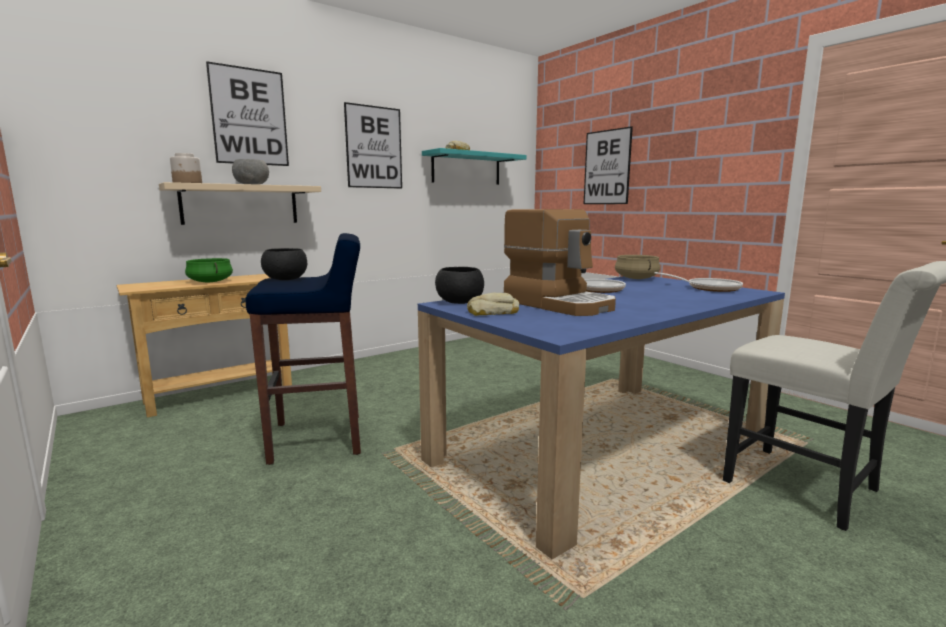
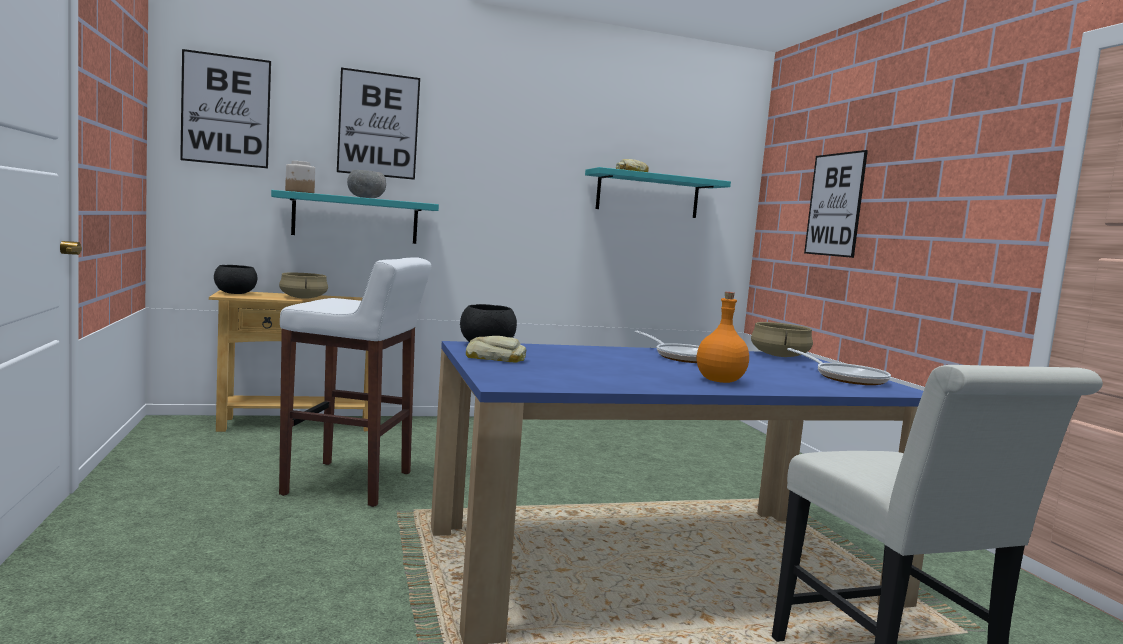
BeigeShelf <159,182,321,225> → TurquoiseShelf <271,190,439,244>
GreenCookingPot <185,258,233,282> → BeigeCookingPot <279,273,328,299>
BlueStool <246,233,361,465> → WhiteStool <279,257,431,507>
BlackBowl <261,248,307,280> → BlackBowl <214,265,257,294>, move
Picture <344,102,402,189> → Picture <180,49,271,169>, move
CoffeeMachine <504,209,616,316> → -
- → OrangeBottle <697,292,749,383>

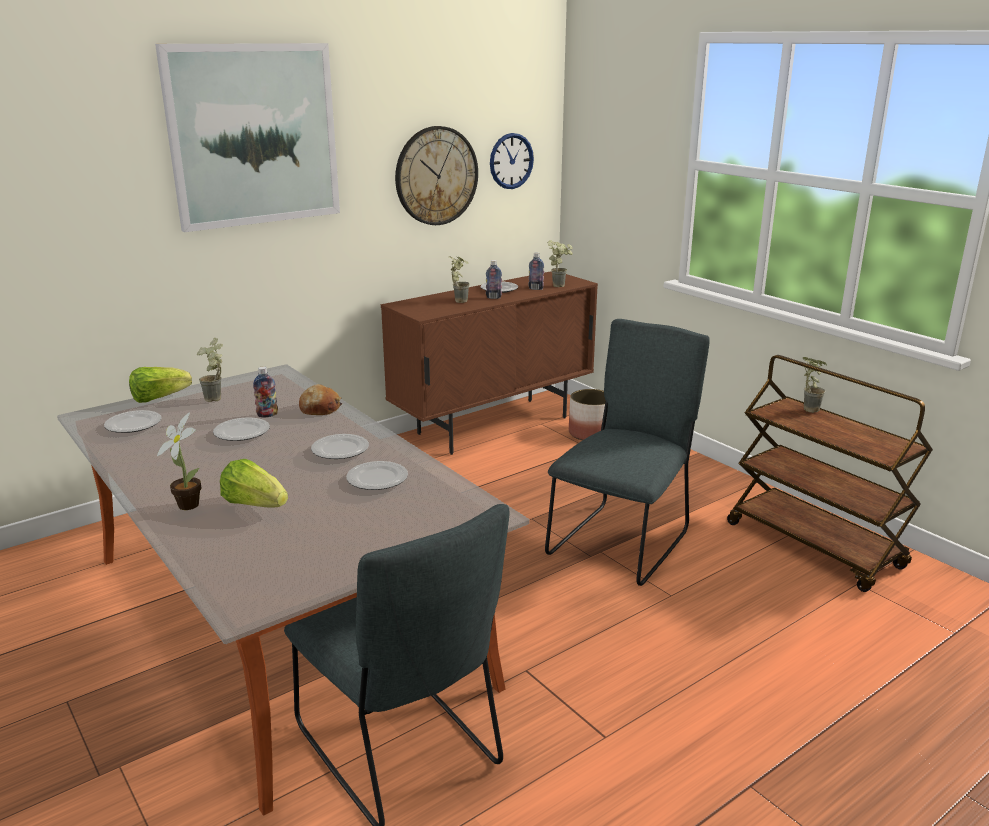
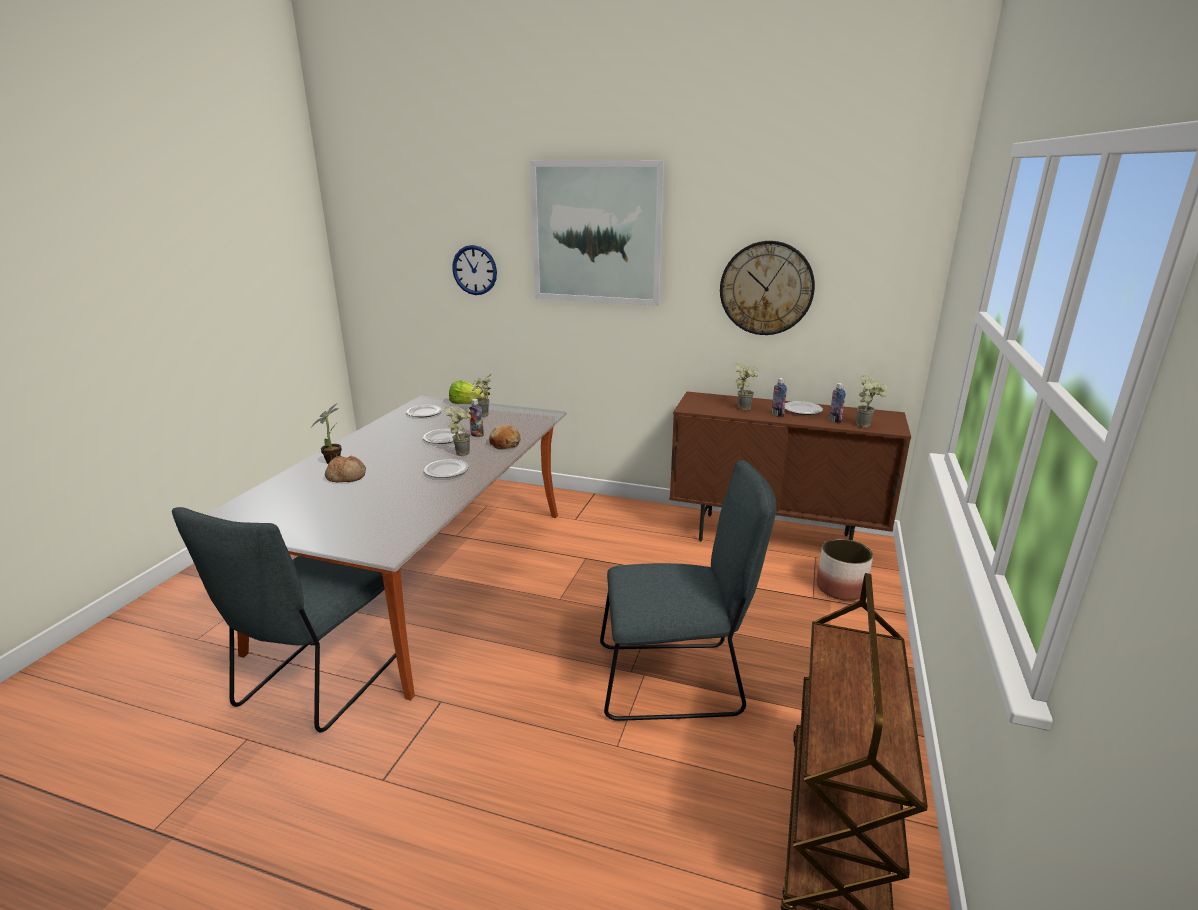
Lettuce <220,459,288,508> → Bread <325,456,366,482>
Plate <346,461,408,490> → -
WallClock <490,133,534,189> → WallClock <452,245,497,295>, move
PottedPlant <803,357,827,413> → PottedPlant <445,407,472,456>, move

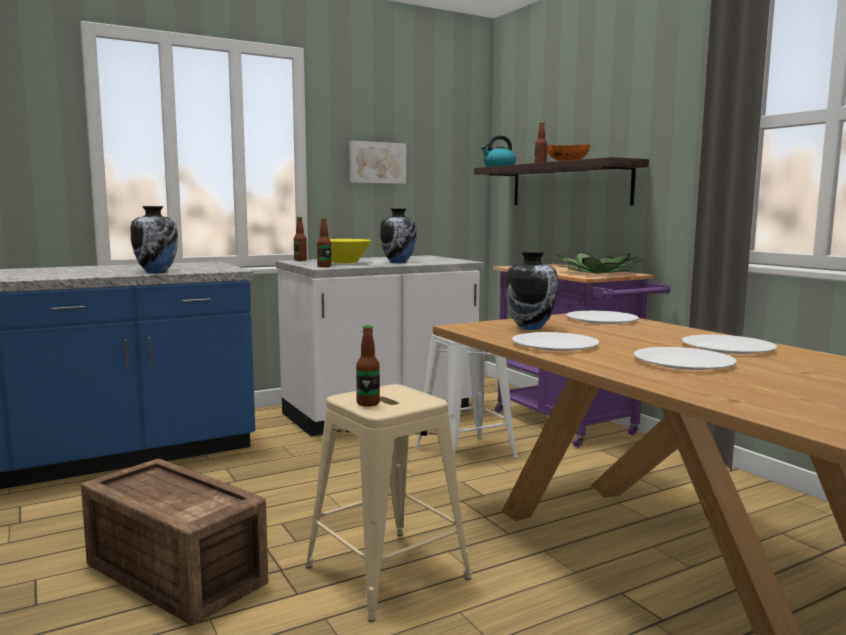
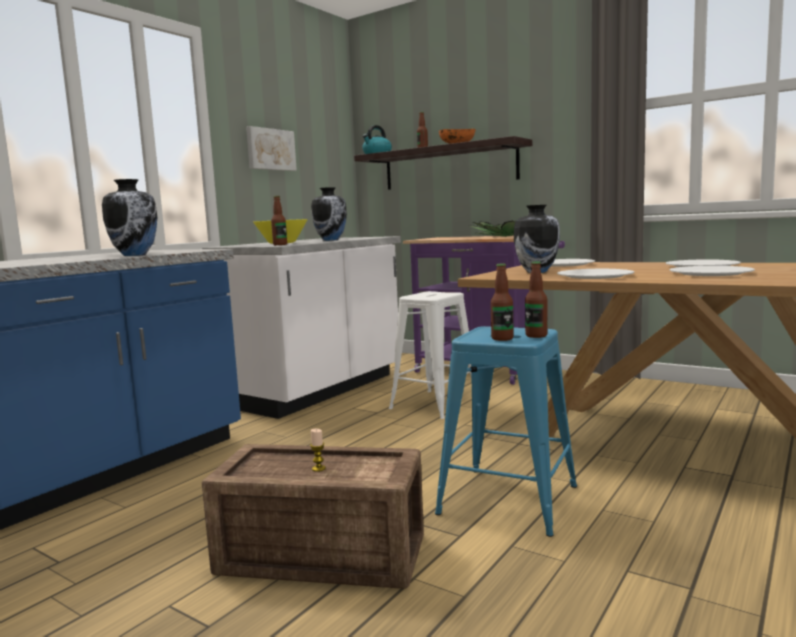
Bottle <294,217,307,261> → Bottle <525,261,548,338>, move
BeigeStool <306,384,472,622> → BlueStool <435,326,577,537>
- → Candle <310,429,326,472>

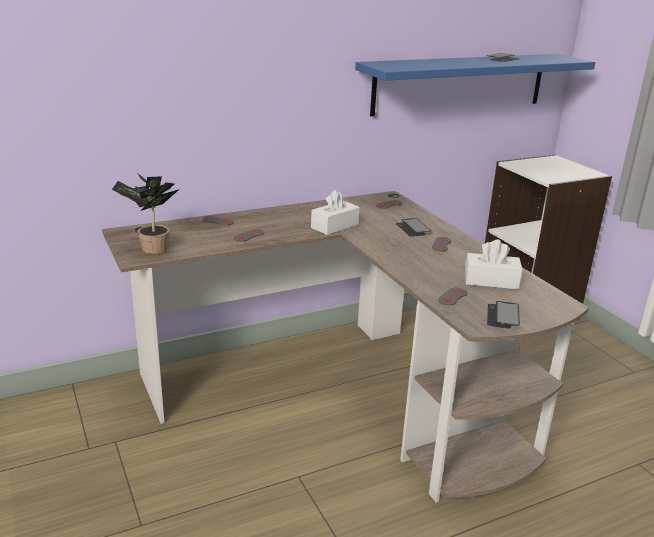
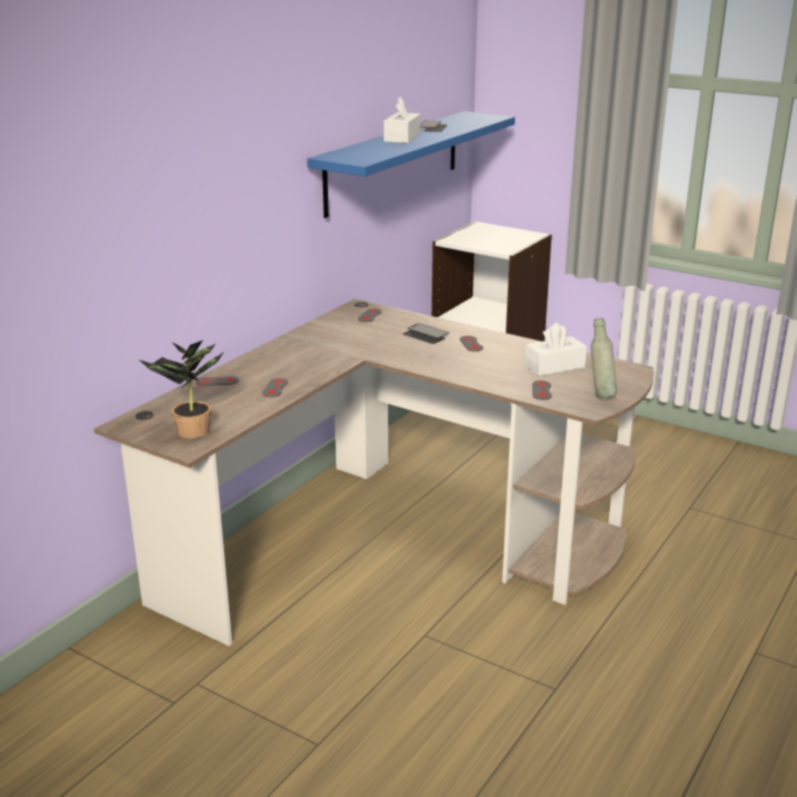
WhiteTissueBox <311,190,359,235> → WhiteTissueBox <384,96,420,143>, move
Phone <487,301,520,329> → GreyBottle <591,318,617,398>

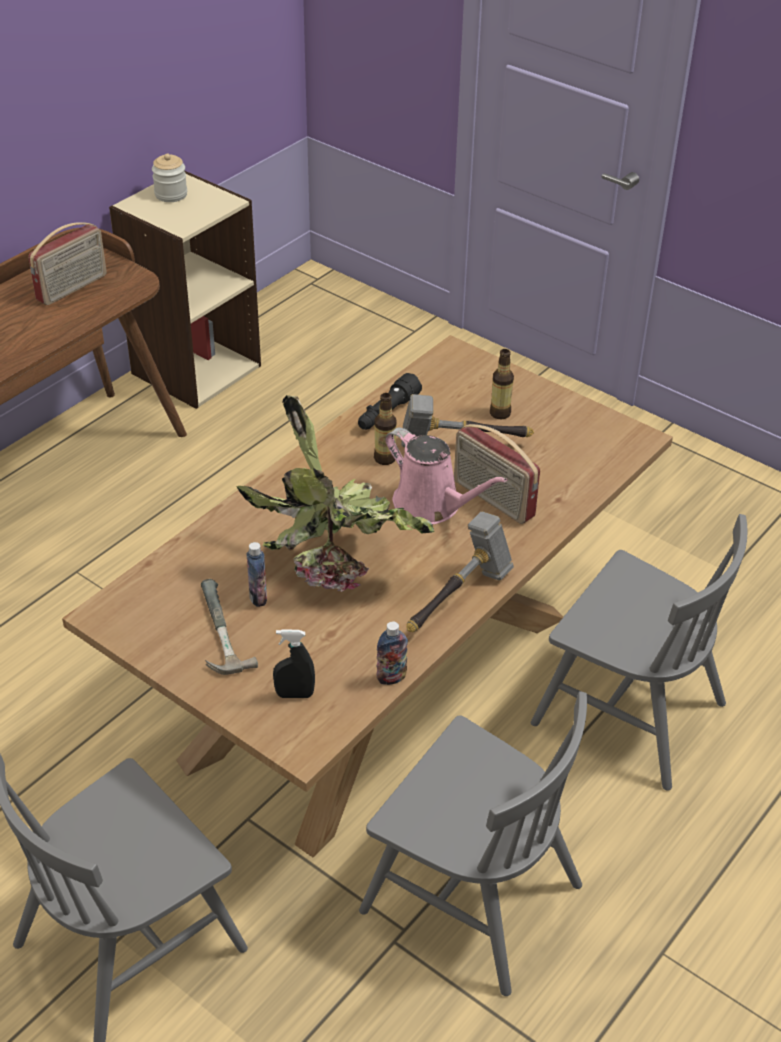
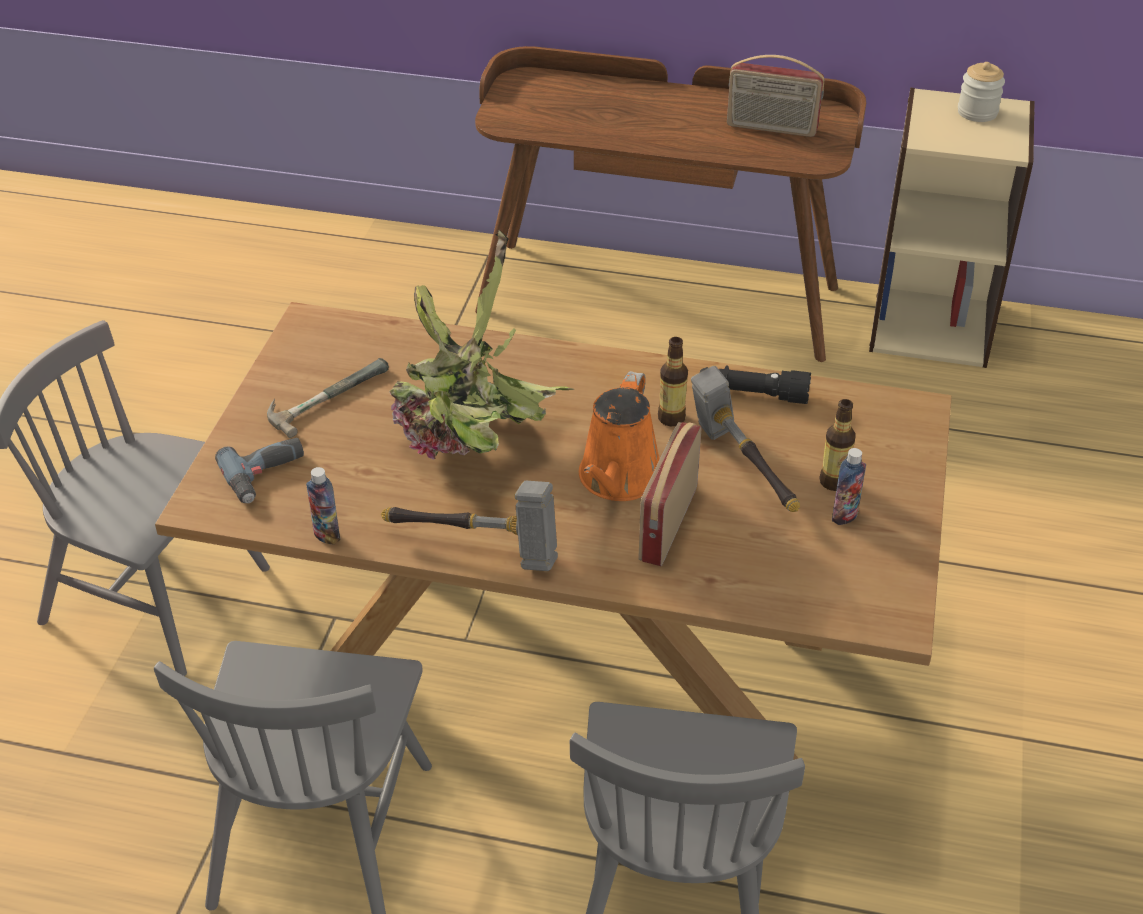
Bottle <247,542,267,607> → Bottle <832,448,866,525>, move
BlackSprayBottle <273,630,315,698> → PowerDrill <215,438,304,503>
PinkWateringCan <385,427,507,524> → OrangeWateringCan <579,371,660,501>

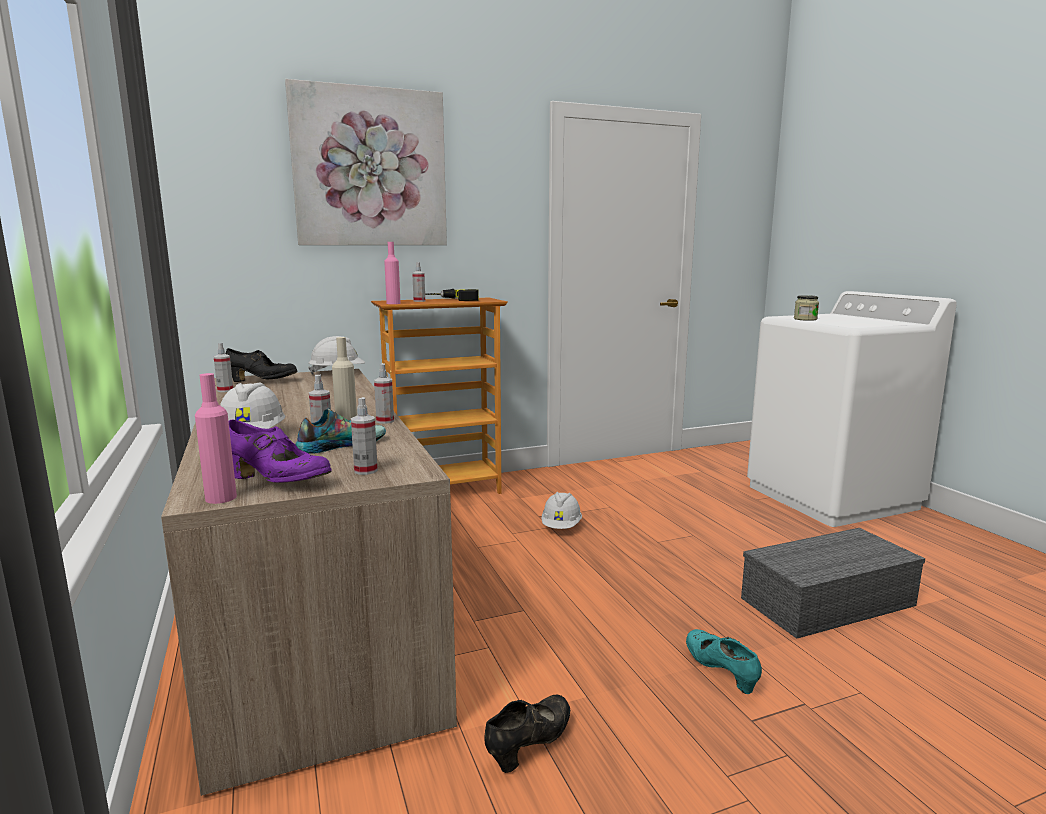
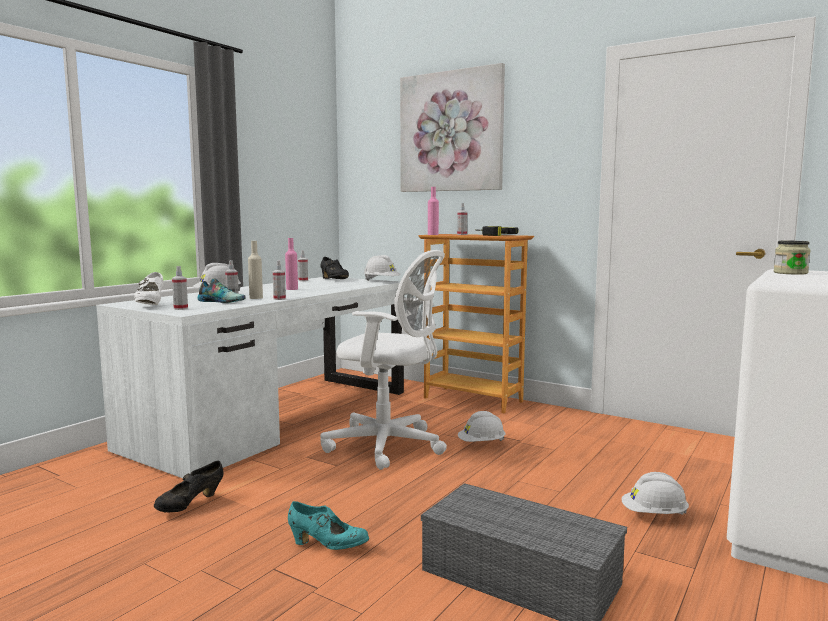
BrownDesk <161,369,457,796> → WhiteDesk <96,277,404,478>
PinkBottle <195,373,237,504> → PinkBottle <285,238,298,290>, move
PurpleShoe <229,420,331,483> → WhiteShoe <134,272,164,305>
BlackShoe <484,695,570,773> → BlackShoe <154,461,223,512>, 120 degrees clockwise
TurquoiseShoe <686,629,762,694> → TurquoiseShoe <288,501,369,550>, 75 degrees clockwise
- → WhiteOfficeChair <320,250,447,470>
- → WhiteHardHat <621,472,689,514>

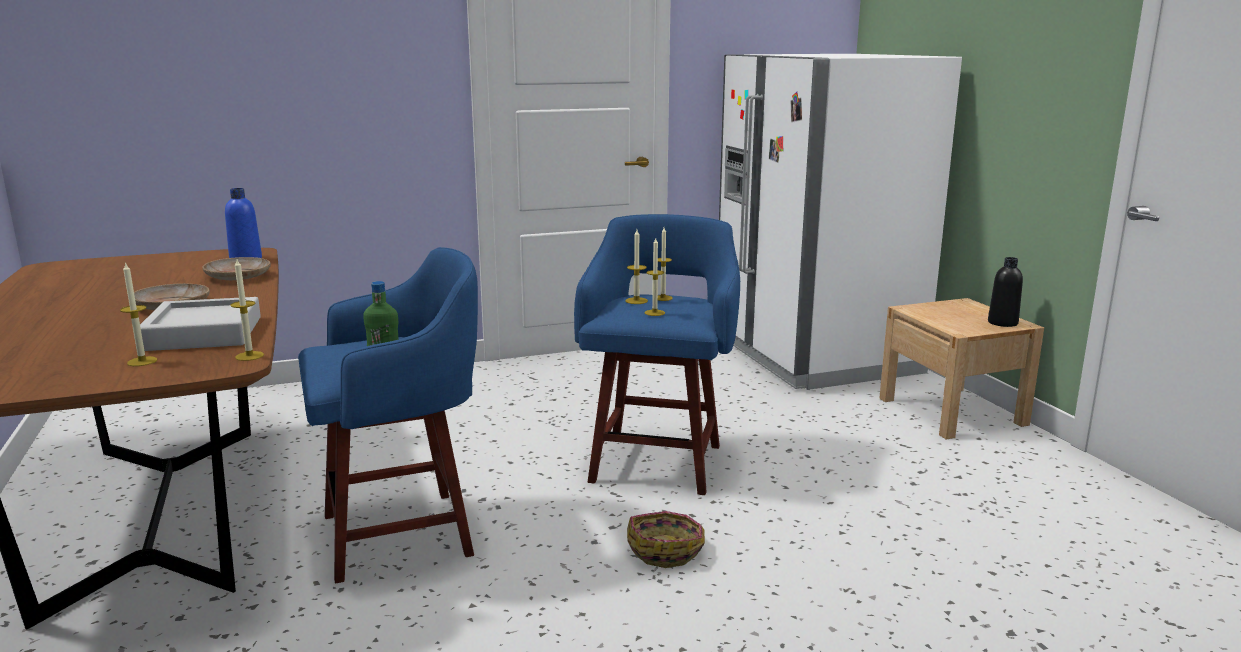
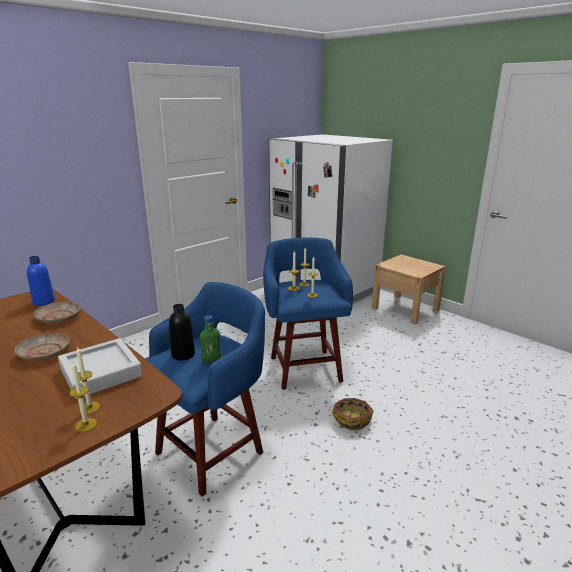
Candle <230,260,264,361> → Candle <70,362,97,432>, move
BlackBottle <988,257,1023,327> → BlackBottle <169,304,195,361>, move

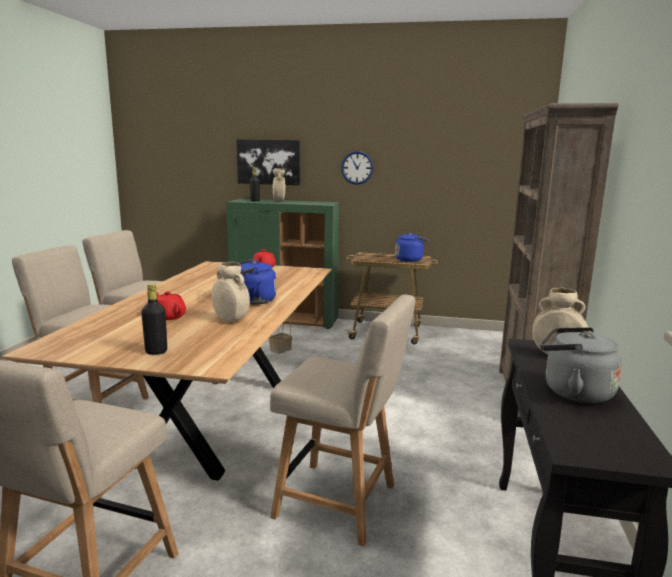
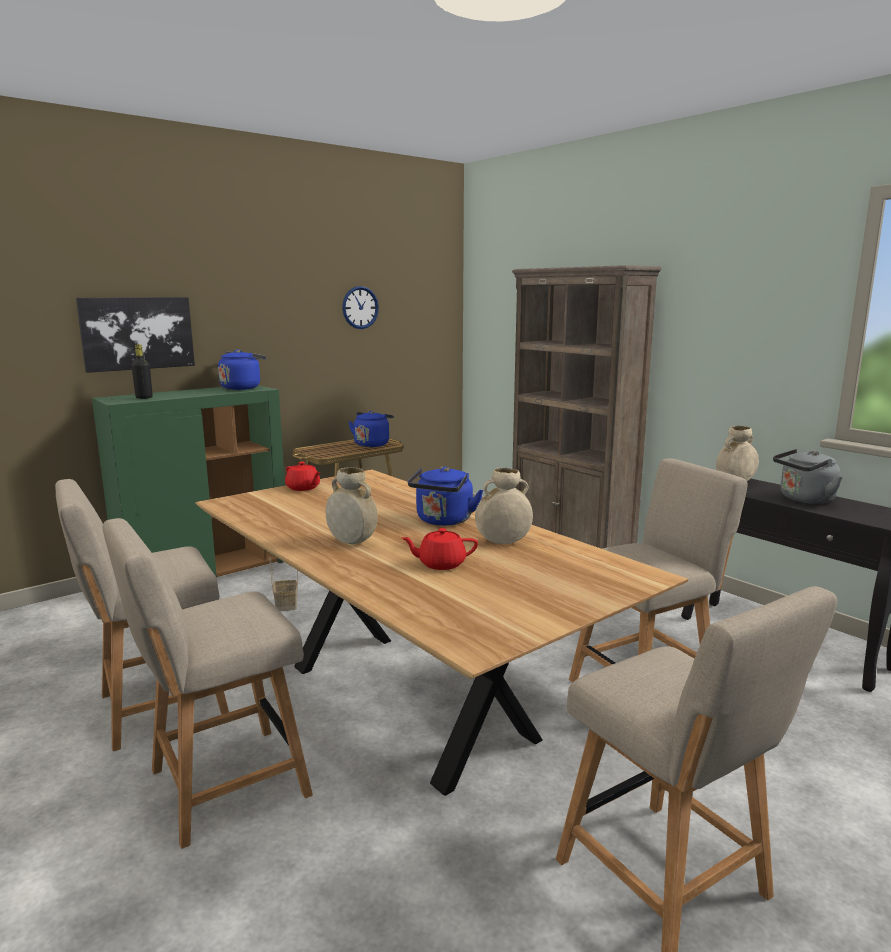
BlackBottle <141,284,167,355> → -
BeigeVase <273,168,285,202> → BeigeVase <326,467,378,544>, move
WallClock <341,151,374,185> → WallClock <342,286,379,329>, move
- → BlueKettle <218,349,267,390>

